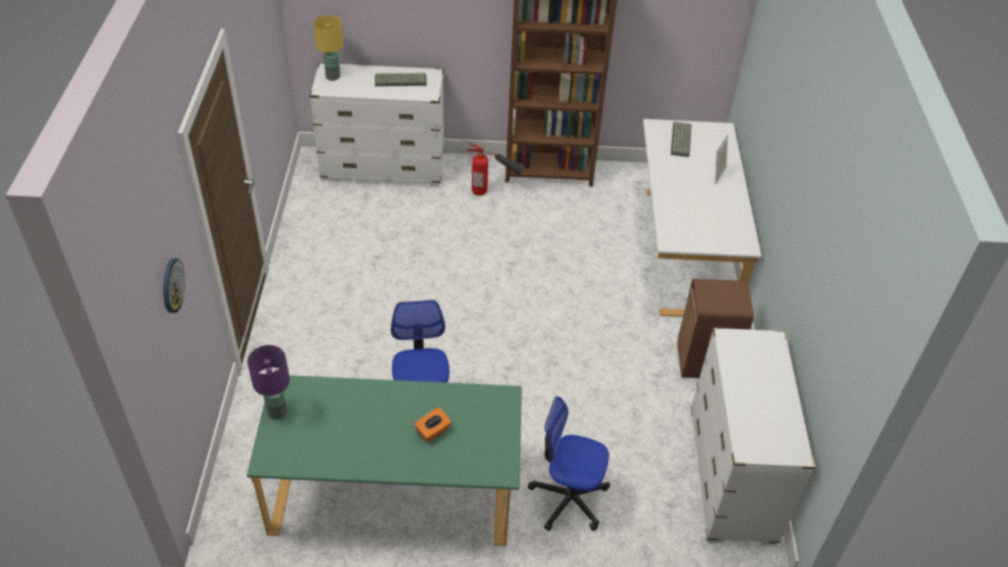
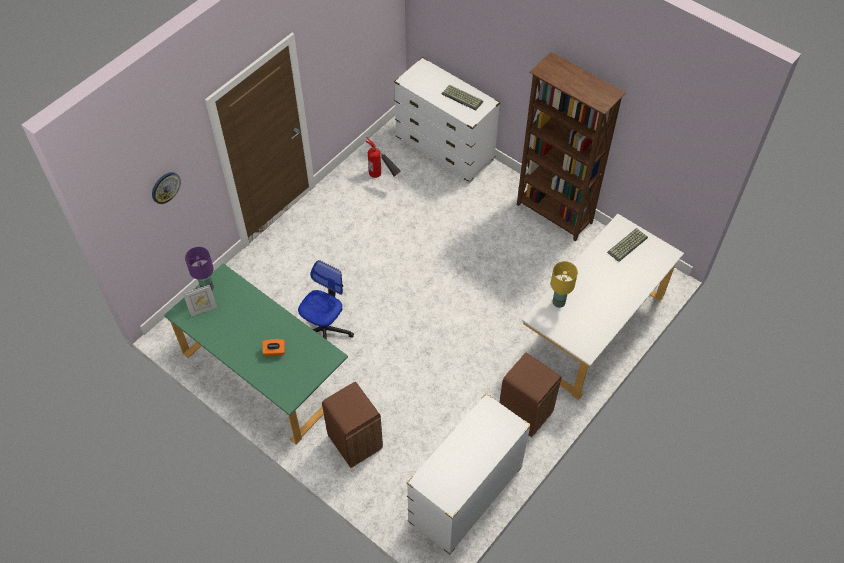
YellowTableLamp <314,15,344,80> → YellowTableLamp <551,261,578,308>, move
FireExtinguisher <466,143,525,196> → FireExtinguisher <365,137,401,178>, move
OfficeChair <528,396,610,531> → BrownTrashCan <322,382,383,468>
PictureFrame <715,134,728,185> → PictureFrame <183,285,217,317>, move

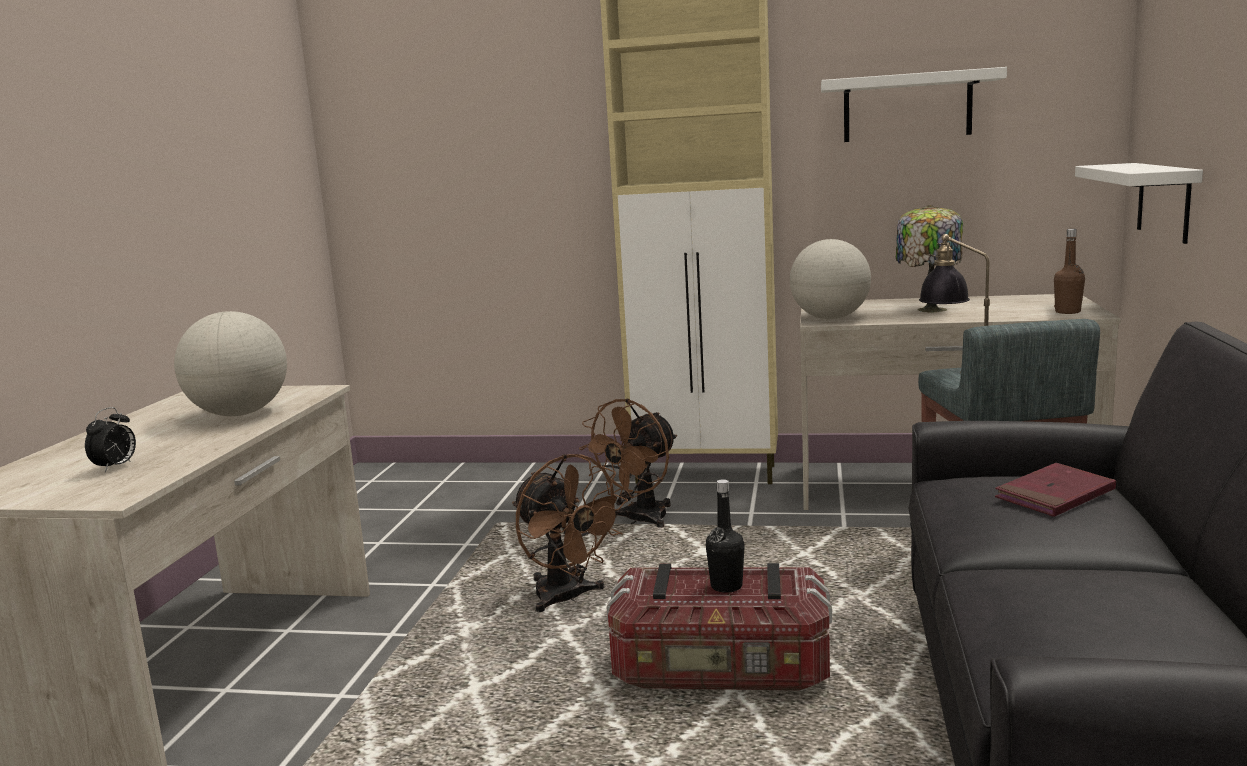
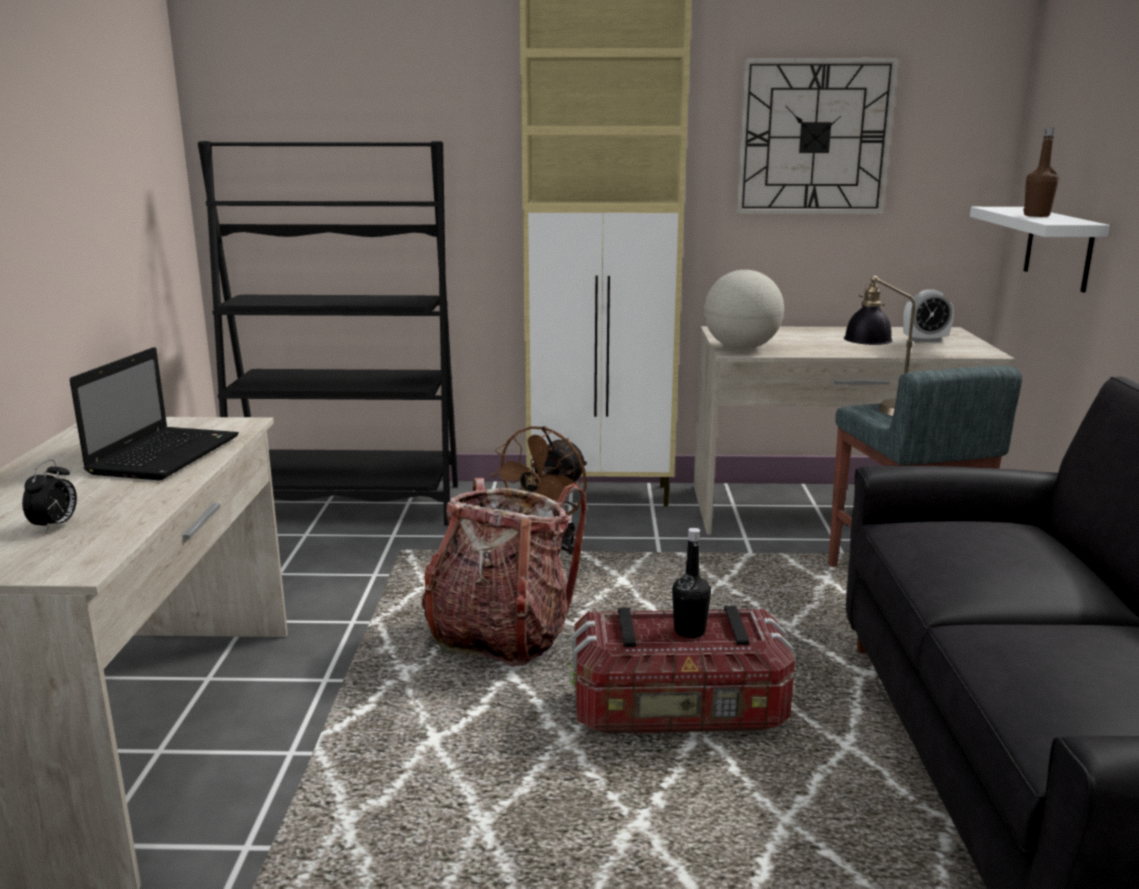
Globe <174,311,287,416> → Laptop <69,347,239,480>
BrownFan <512,454,628,612> → Backpack <422,478,587,666>
WhiteShelf <821,67,1007,142> → WallClock <736,57,899,214>
TableLamp <896,205,963,313> → -
RedBook <995,463,1116,517> → -
BrownBottle <1054,229,1085,314> → BrownBottle <1023,128,1058,217>, move
- → BlackBookcase <198,141,458,525>
- → AlarmClock <903,289,954,342>

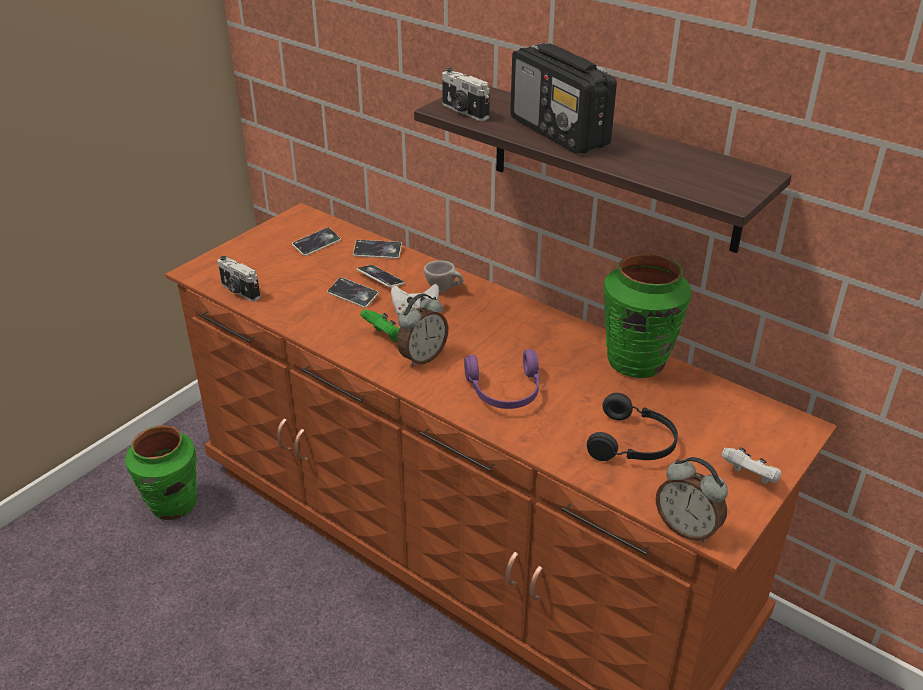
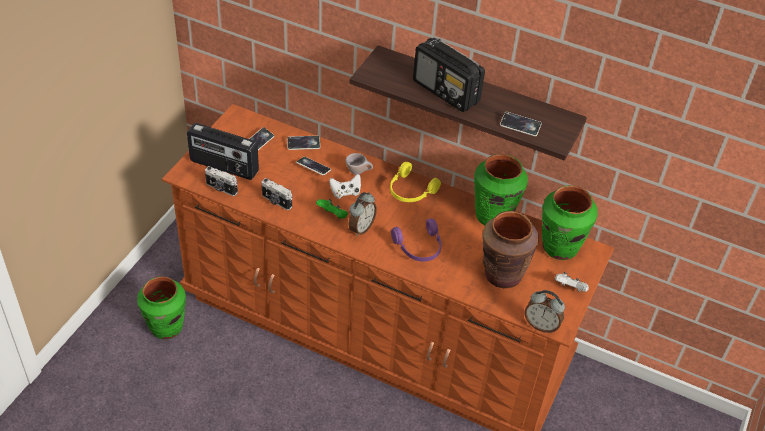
Phone <327,277,379,308> → Phone <500,112,542,136>, move
PhotoCamera <442,67,490,121> → PhotoCamera <261,178,292,210>, move
BlackHeadphones <587,393,678,461> → BrownVase <482,211,539,288>
- → Radio <187,123,259,180>
- → YellowHeadphones <390,162,441,202>
- → GreenVase <542,185,598,260>

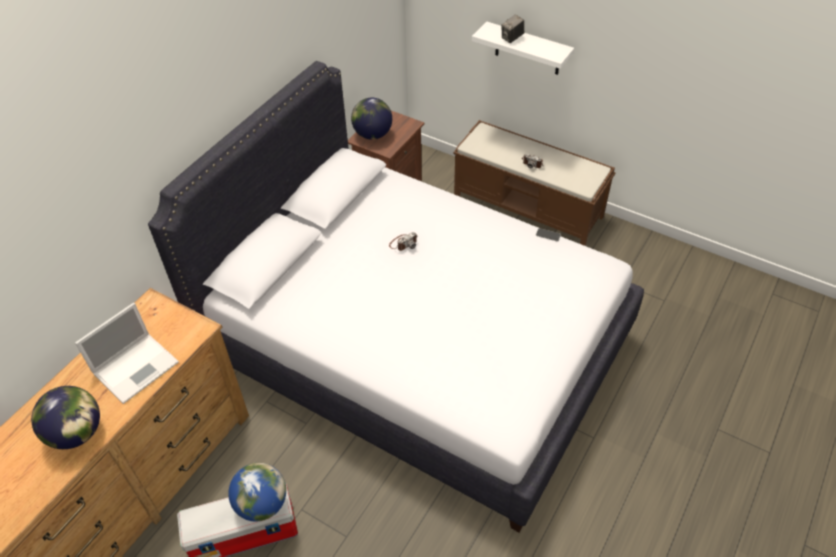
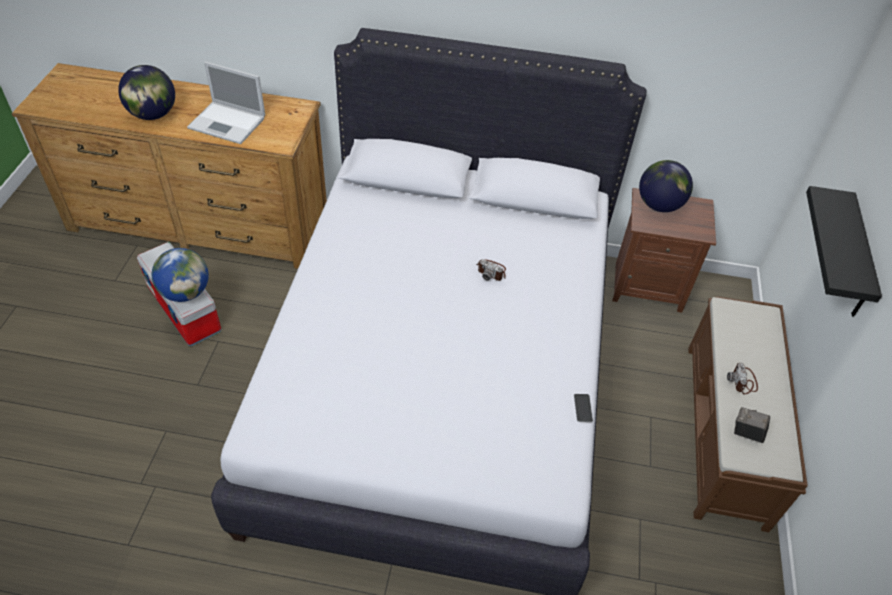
WhiteShelf <472,21,574,75> → BlackShelf <806,186,882,317>
PhotoCamera <501,14,524,43> → PhotoCamera <734,407,770,443>, move

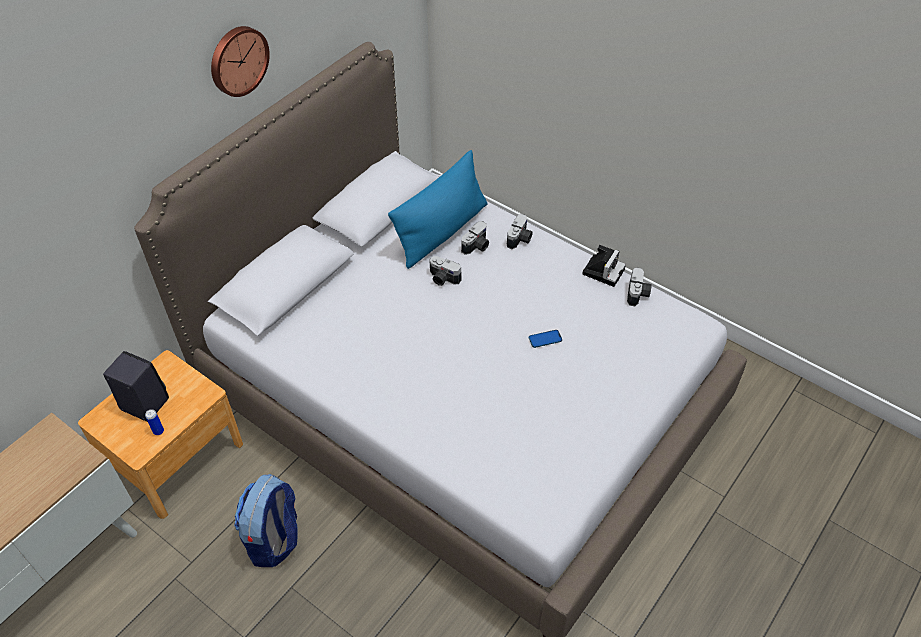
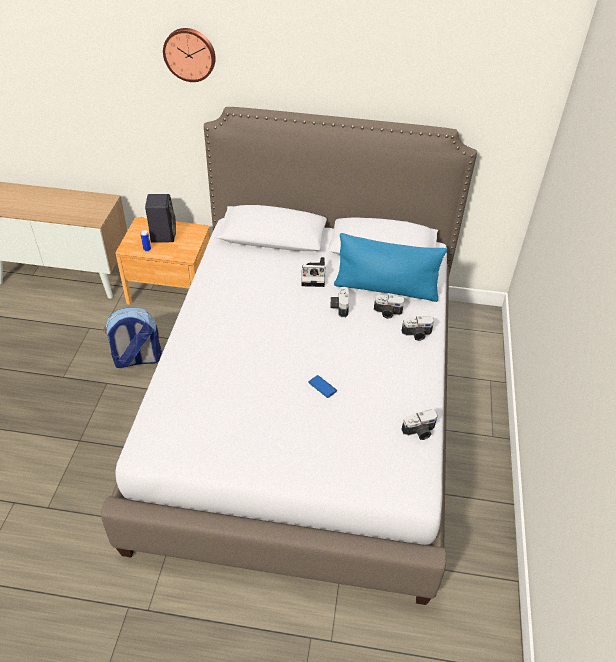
WallClock <211,26,270,97> → WallClock <163,28,216,82>, move
PhotoCamera <582,245,626,287> → PhotoCamera <302,257,325,287>, move

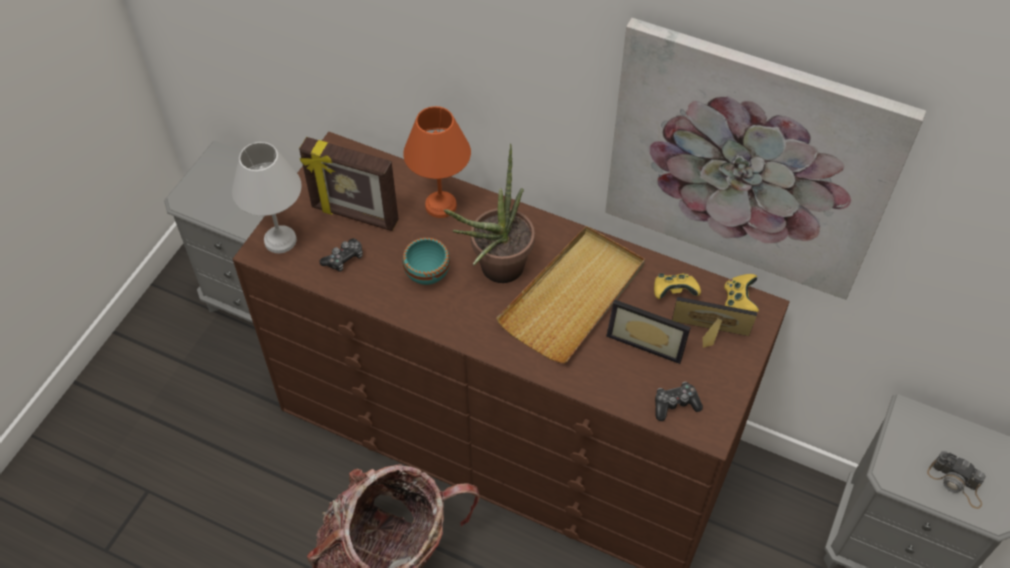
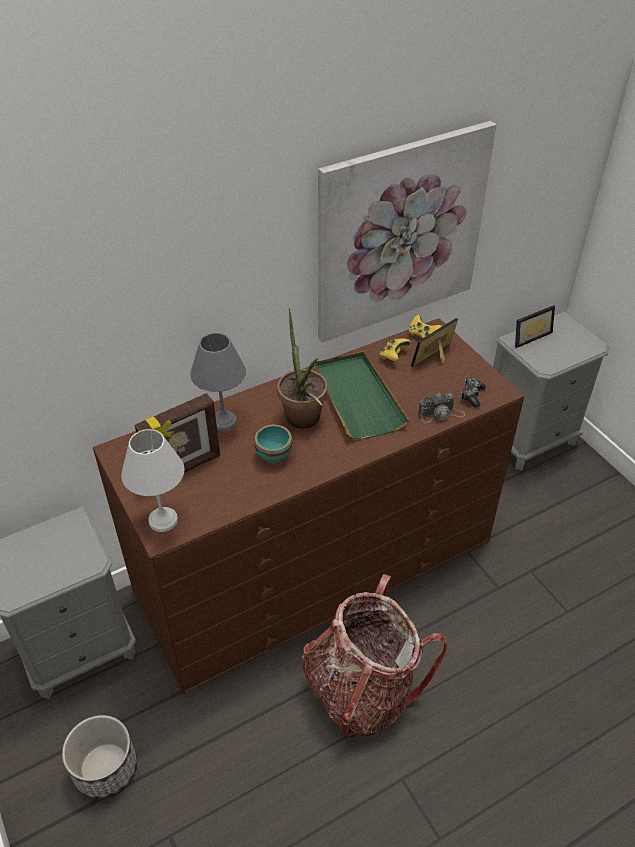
GameController <319,238,363,272> → -
OrangeTableLamp <403,106,471,218> → GreyTableLamp <190,333,246,431>
BeigeTray <496,226,645,363> → GreenTray <315,351,409,439>
PictureFrame <606,299,691,364> → PictureFrame <515,305,555,348>, move
PhotoCamera <927,451,986,509> → PhotoCamera <418,393,465,423>, move
- → Planter <62,715,137,800>

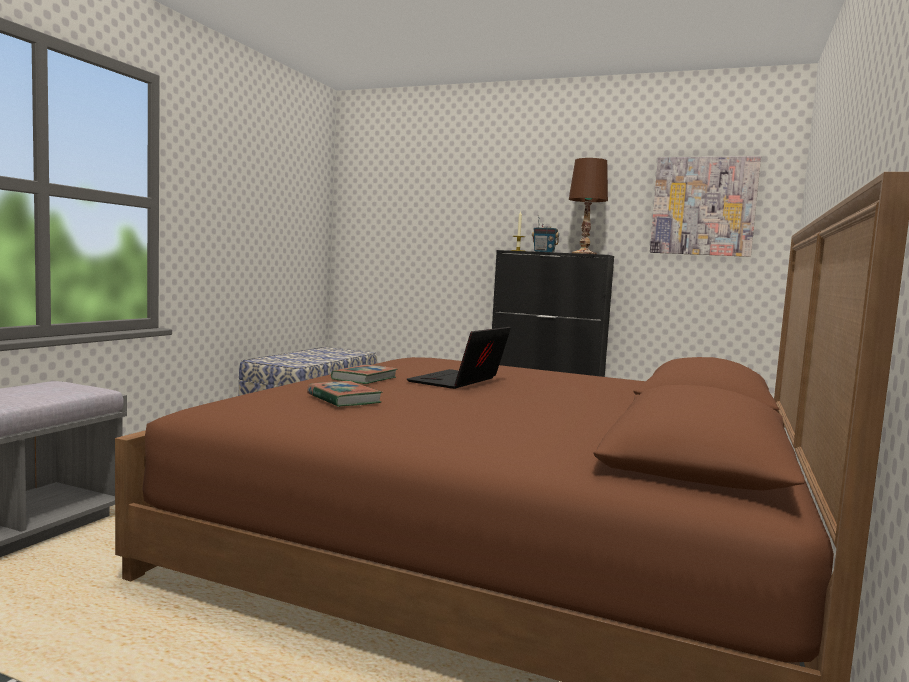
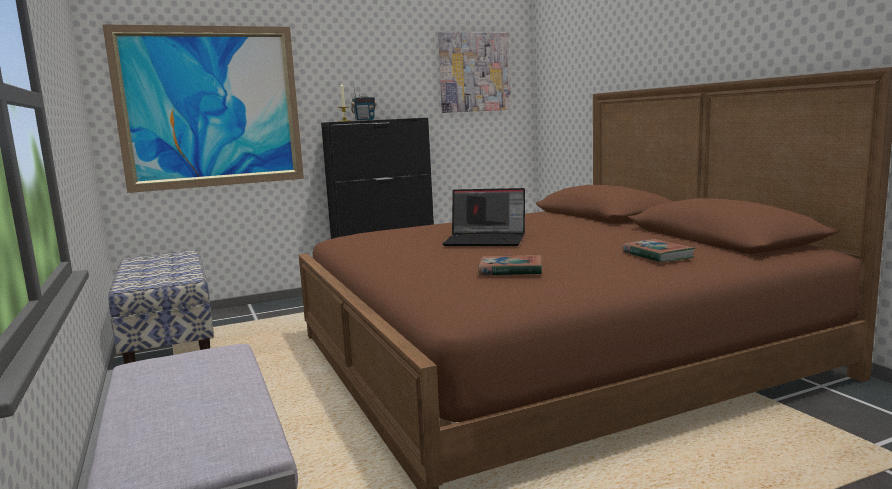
Book <331,365,397,384> → Book <622,239,695,263>, move
Laptop <407,327,511,389> → Laptop <442,188,525,246>, 60 degrees counterclockwise
BrownTableLamp <569,158,608,254> → -
- → Picture <102,24,304,193>

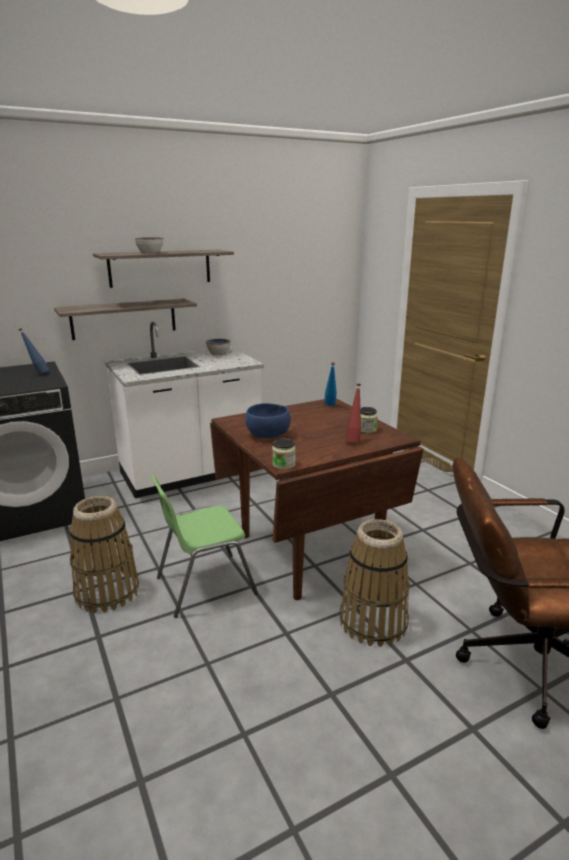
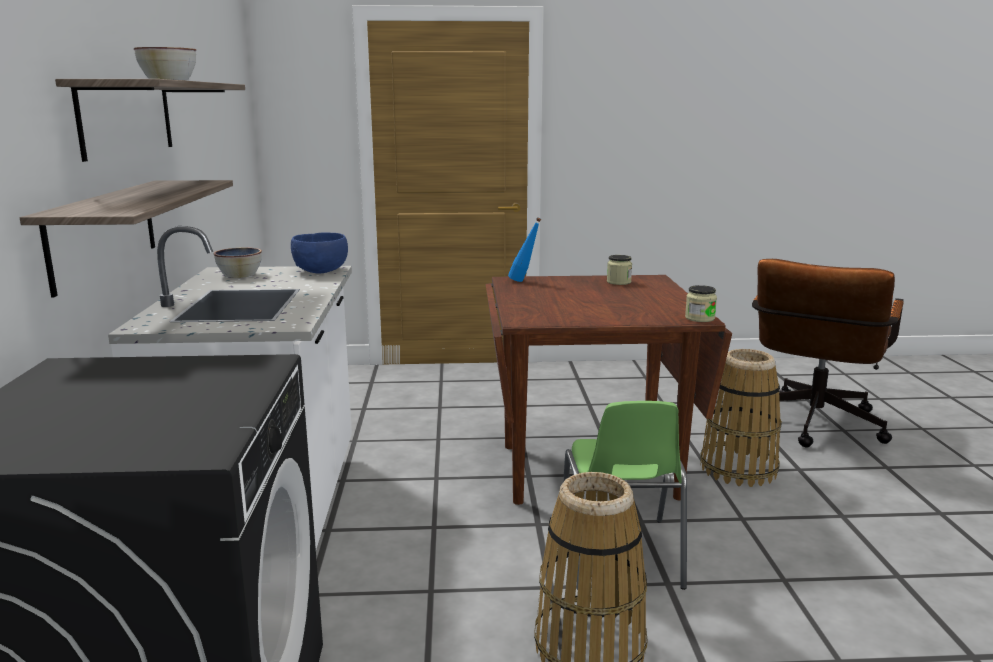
BlueBottle <18,328,49,374> → -
BlueBowl <245,403,291,438> → BlueBowl <291,232,348,273>, move
RedBottle <346,384,361,443> → -

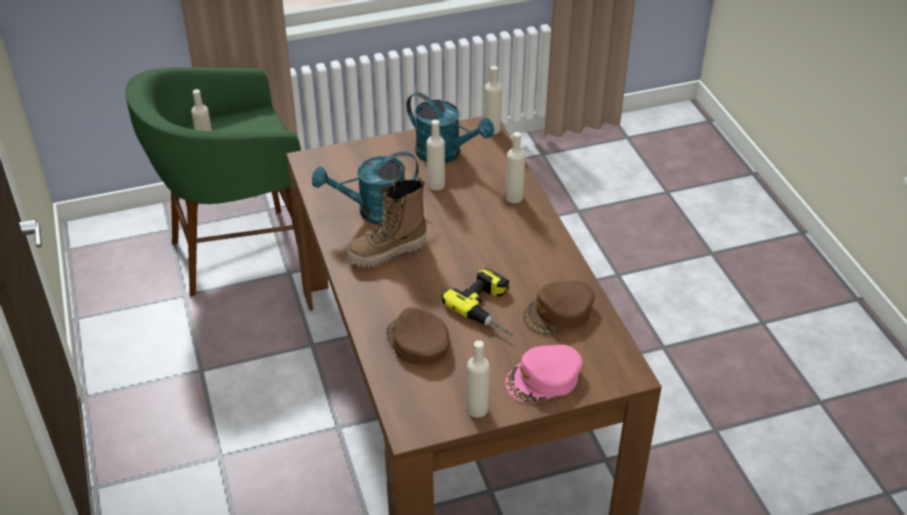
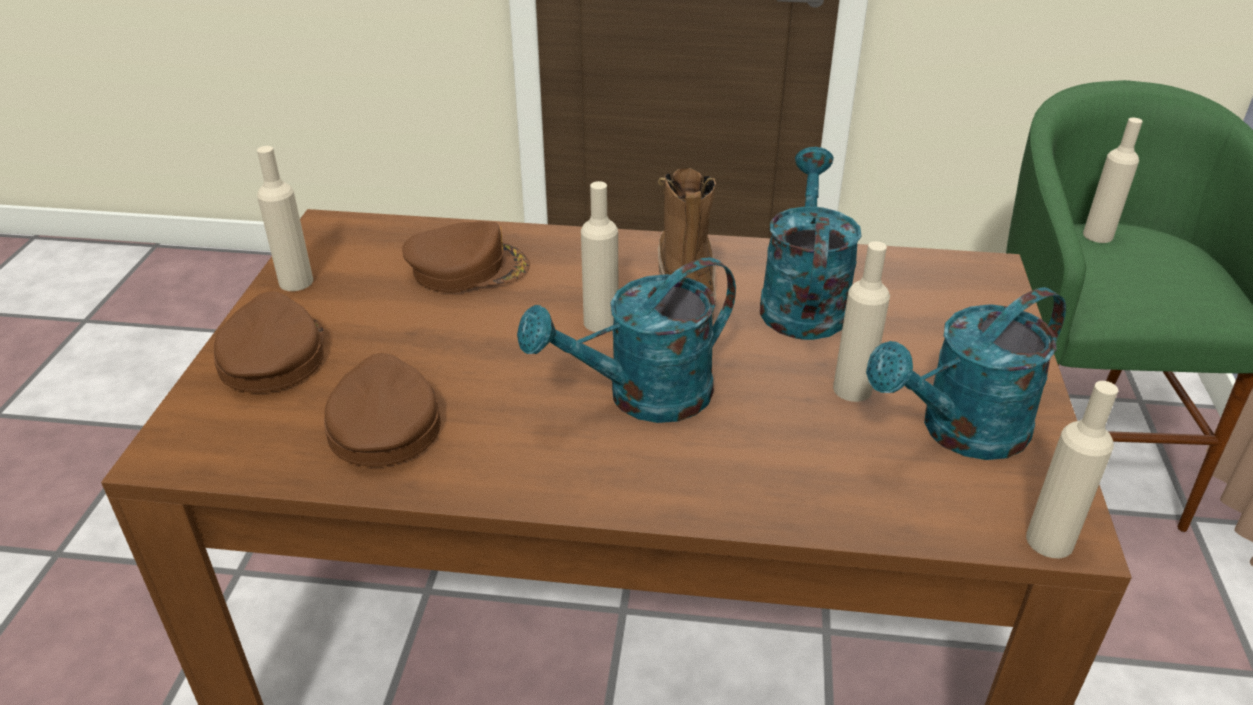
PowerDrill <442,268,513,336> → -
BeigeBottle <505,132,525,203> → BeigeBottle <581,181,618,332>, move
PinkCap <505,345,582,403> → BrownCap <214,291,324,393>
- → TurquoiseWateringCan <517,257,736,423>

